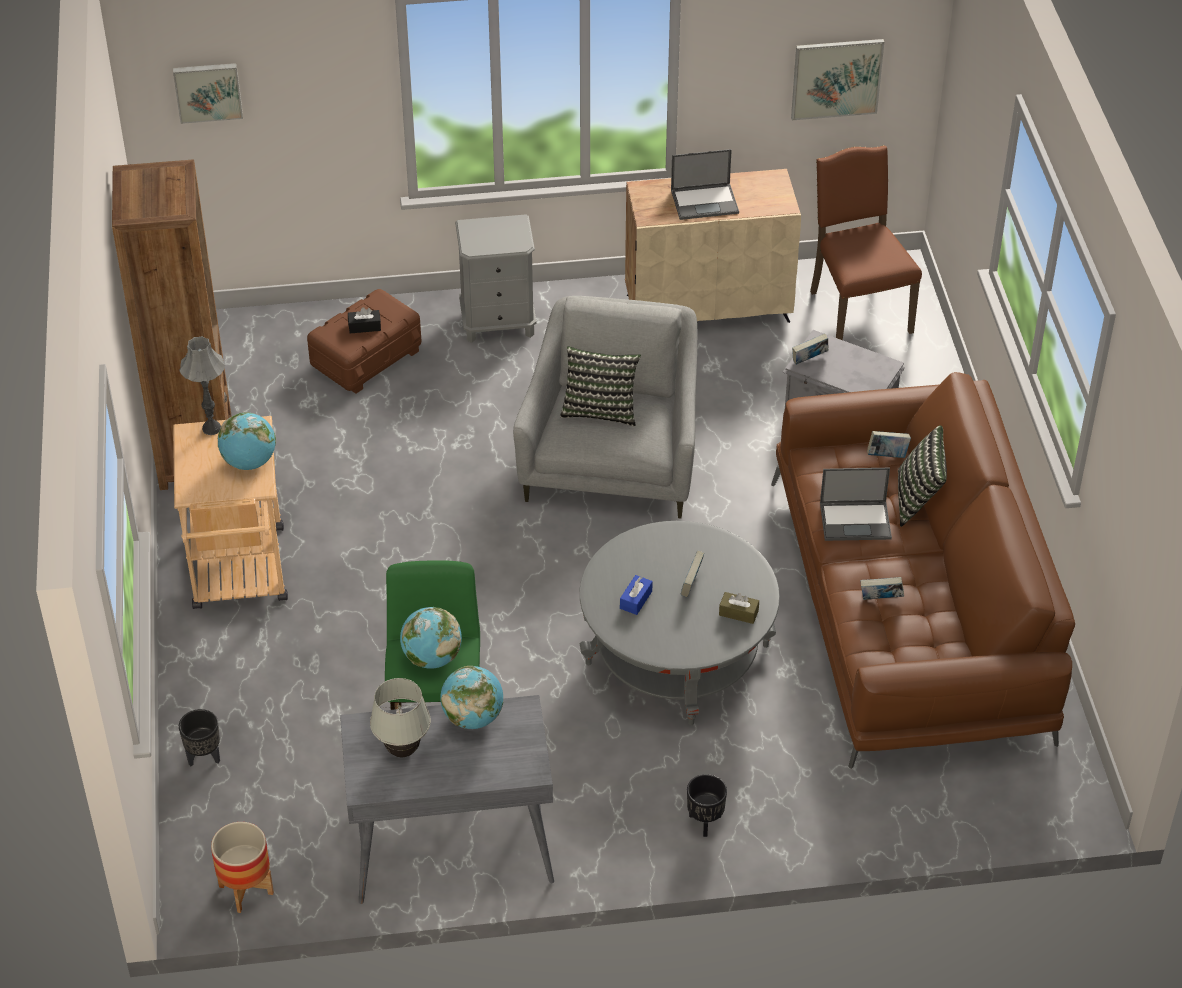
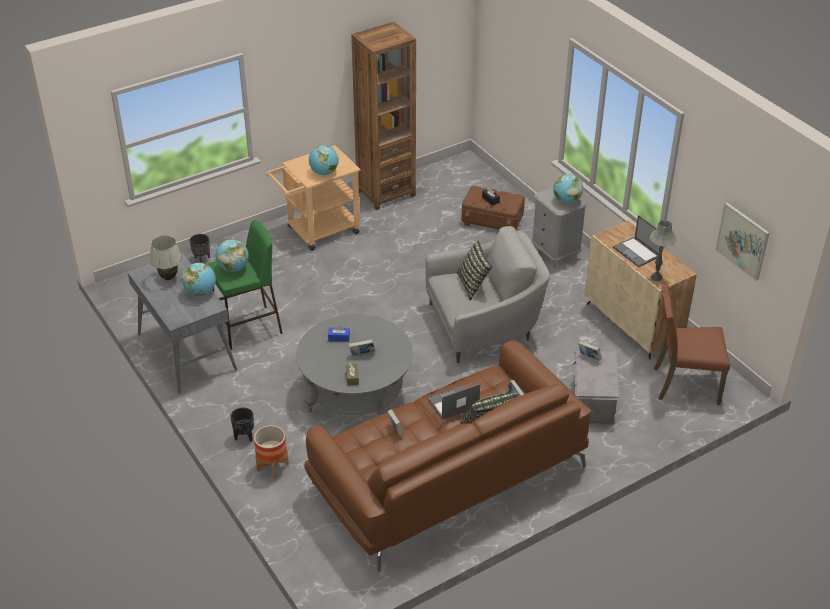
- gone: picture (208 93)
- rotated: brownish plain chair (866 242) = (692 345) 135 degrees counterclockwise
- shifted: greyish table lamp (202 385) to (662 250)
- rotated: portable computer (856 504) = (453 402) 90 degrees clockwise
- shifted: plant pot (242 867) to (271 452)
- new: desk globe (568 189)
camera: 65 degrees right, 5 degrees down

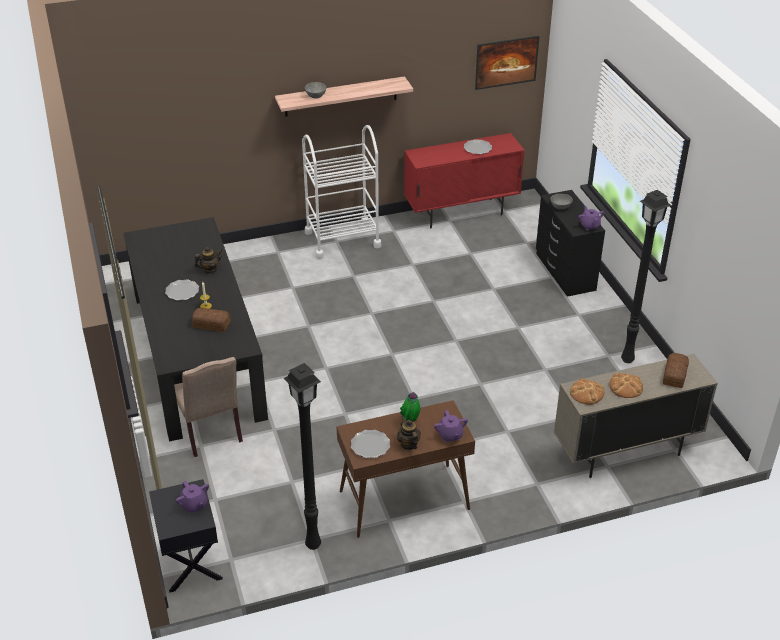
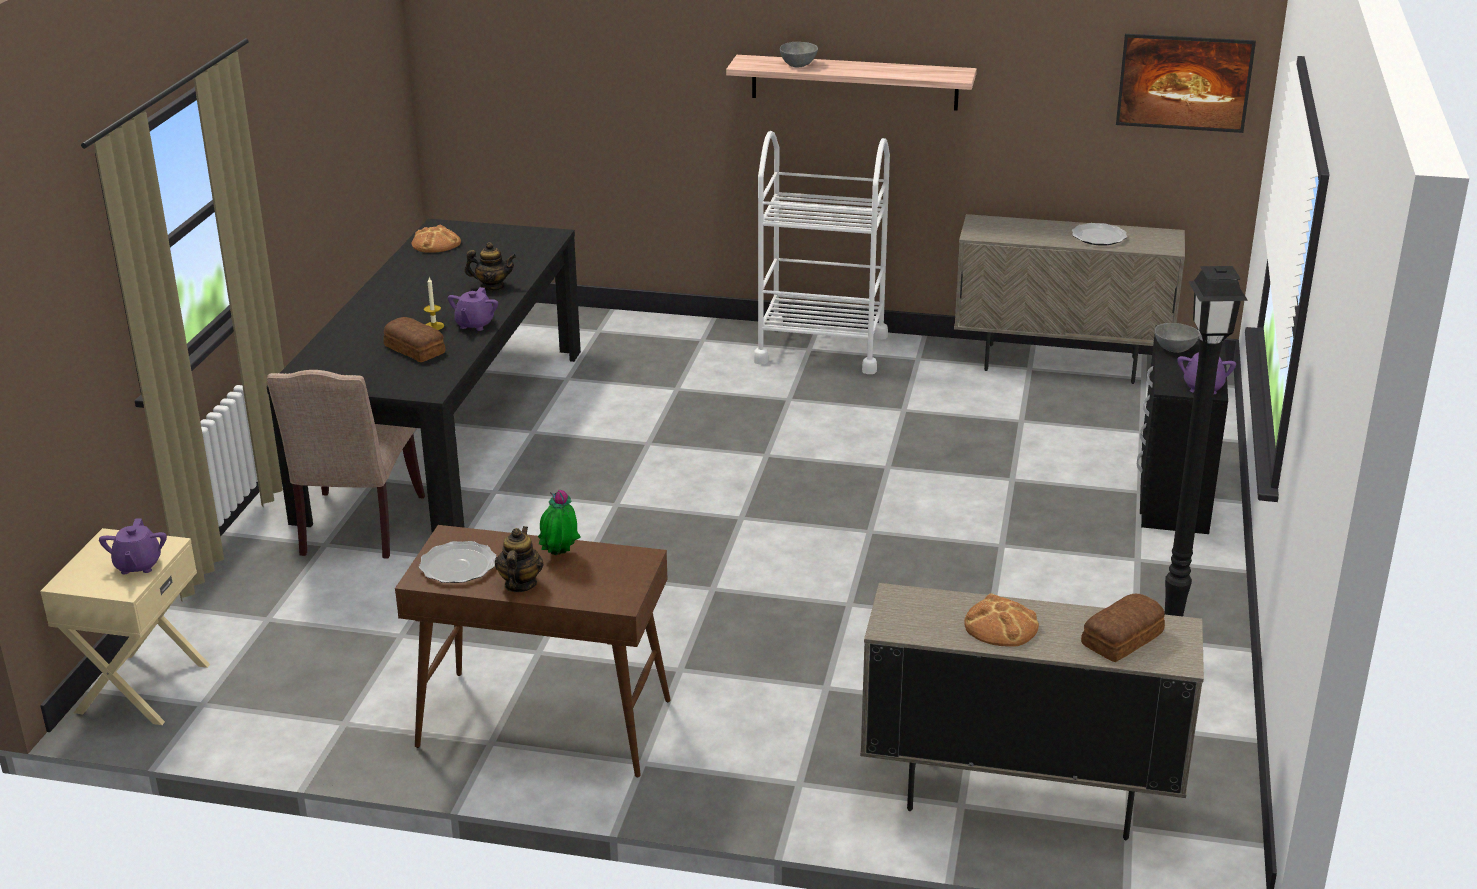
- repainted: red-coloured storage cabinet (464 180) to beige-coloured storage cabinet (1069 299)
- gone: flat dish (182 290)
- gone: black-coloured standing lamp (302 456)
- shifted: bread (587 391) to (436 239)
- shifted: purple-coloured tea pot (451 426) to (473 309)
- repainted: black-coloured nightstand (186 536) to beige-coloured nightstand (125 626)
camera: 30 degrees right, 10 degrees down

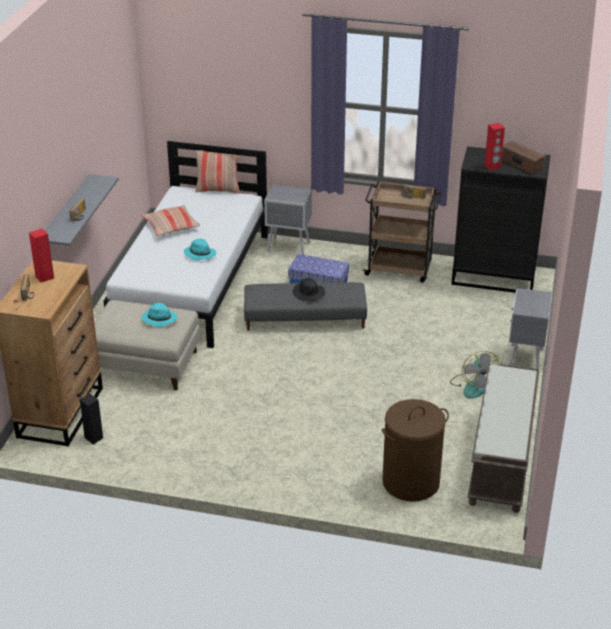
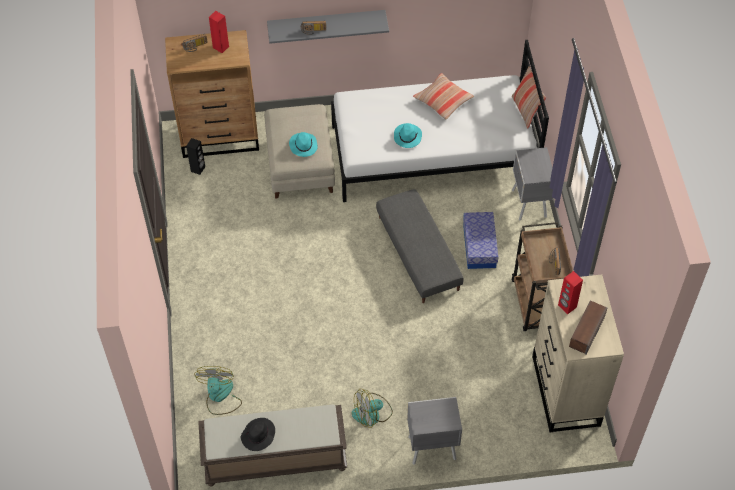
- repainted: black-coloured drawer chest (500 219) to beige-coloured drawer chest (578 353)
- shifted: black-coloured wearable hat (309 289) to (258 434)
- swapped: brownish hamper (415 450) to electric fan (218 390)
camera: 70 degrees right, 20 degrees up

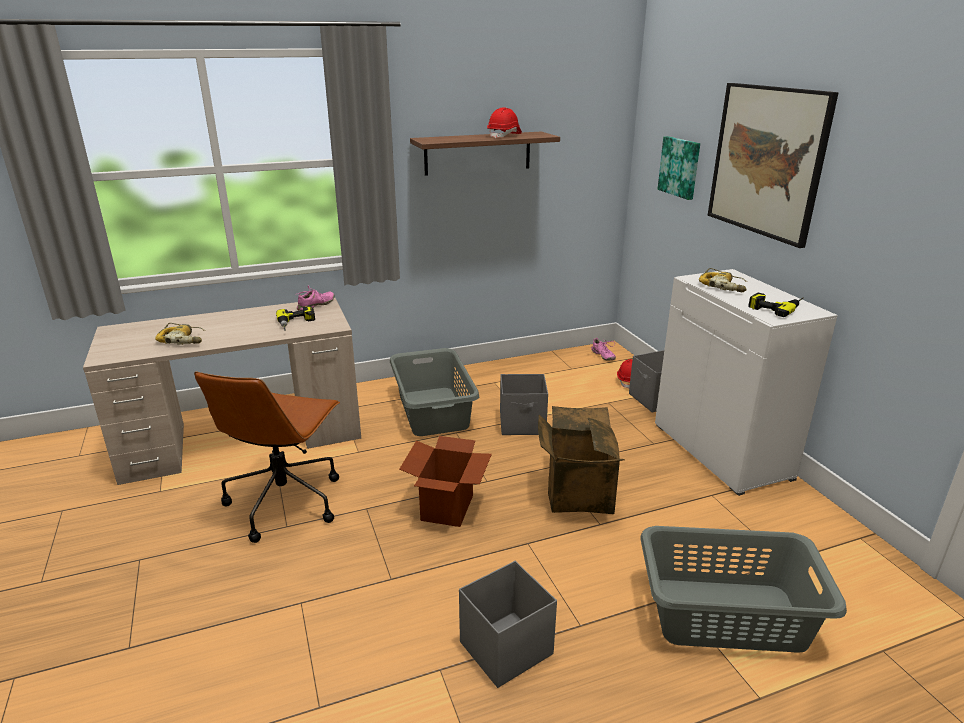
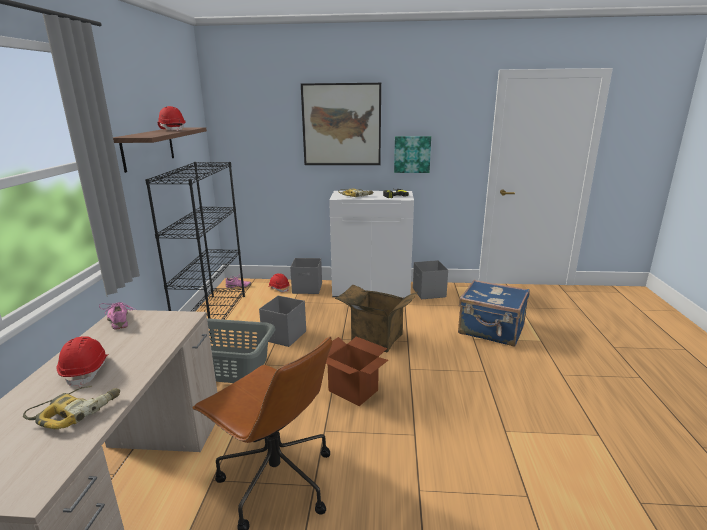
- shifted: picture (679 168) to (412 154)
- gone: drill (295 318)
- swapped: greyish hamper (743 589) to blue suitcase (494 313)
- shifted: greyish storage container (508 624) to (430 279)
- new: black-coloured bookcase (195 252)
- new: red-coloured hard hat (82 361)
camera: 65 degrees left, 5 degrees down

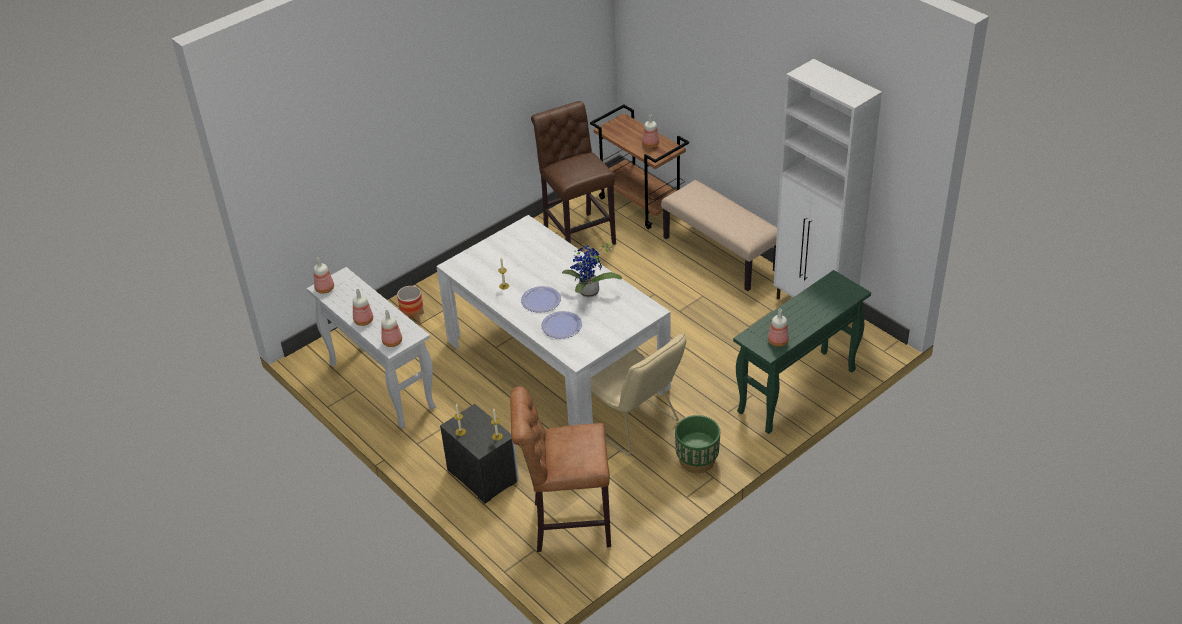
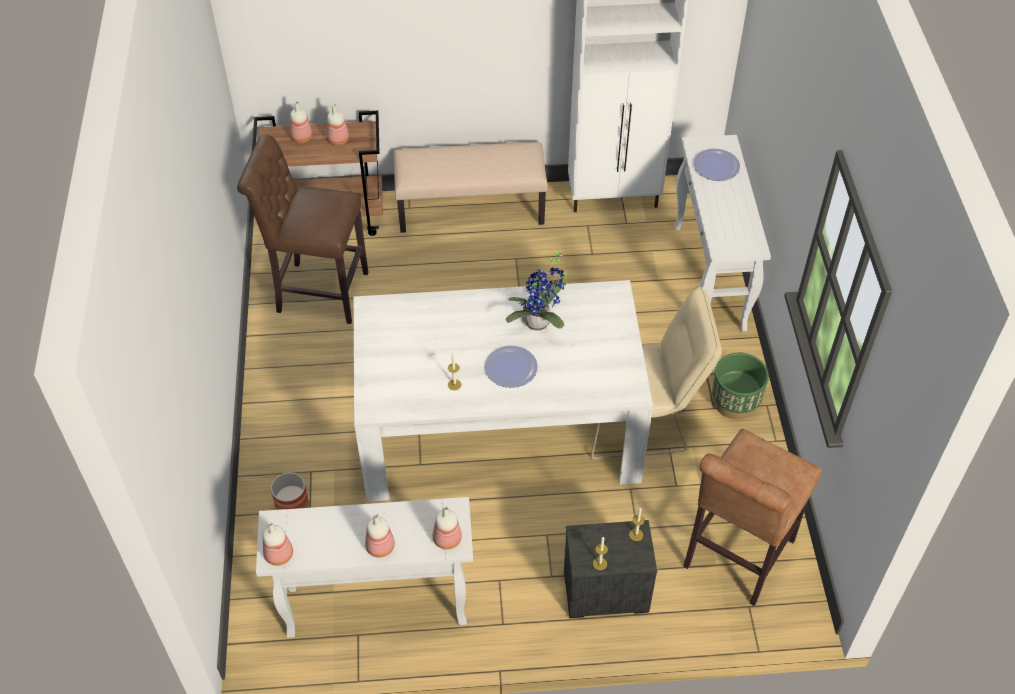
- repainted: green-coloured console table (802 352) to white-coloured console table (722 233)
- shifted: bottle (778 328) to (301 122)
- shifted: flat dish (562 325) to (717 165)
camera: 55 degrees left, 10 degrees up

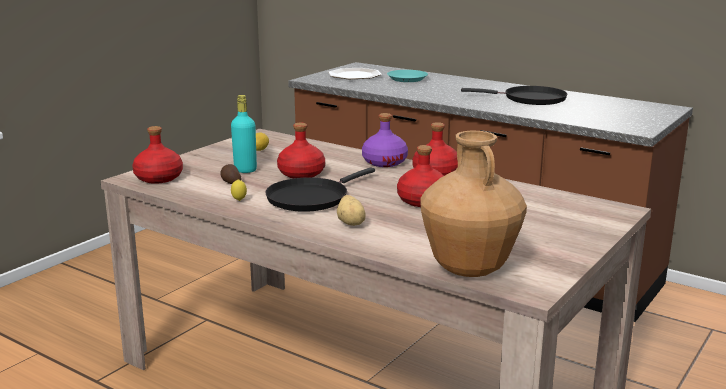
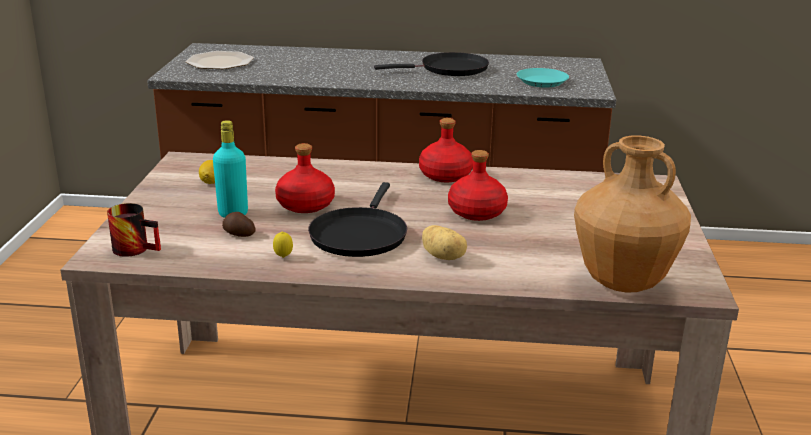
- shifted: turquoise flat dish (407 76) to (543 77)
- gone: purple-coloured bottle (385 140)
- swapped: red-coloured bottle (157 155) to coffee mug (134 230)
camera: 30 degrees left, 5 degrees up

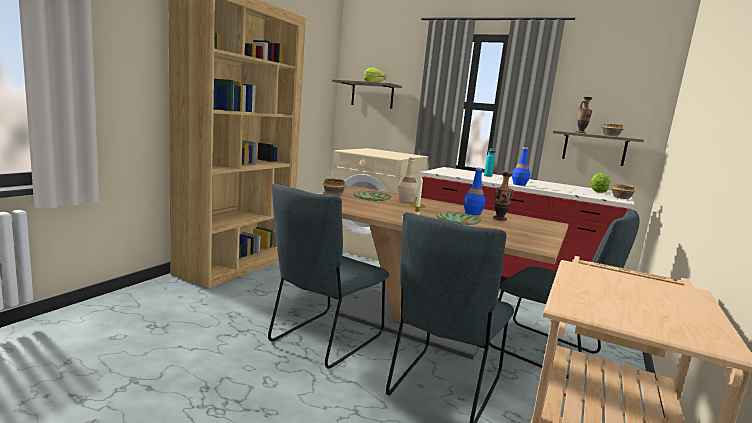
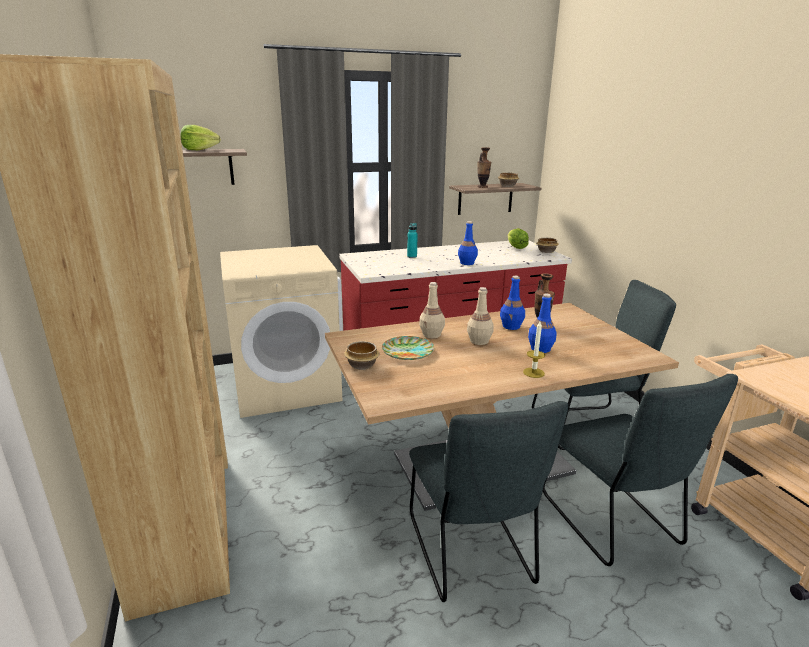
- swapped: flat dish (459 218) to blue bottle (542 323)
- new: beige-coloured bottle (480 316)
camera: 45 degrees left, 10 degrees up

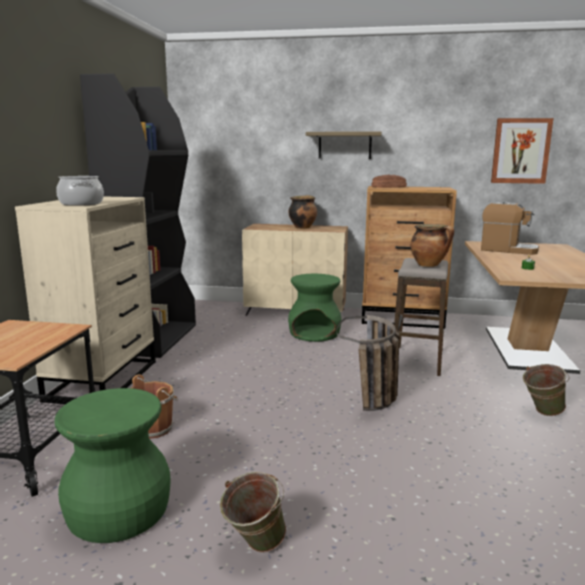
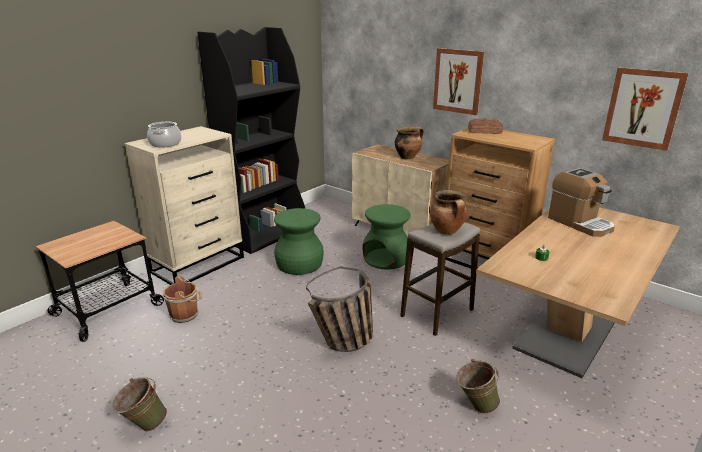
- swapped: bracket shelf (344 145) to picture (458 81)
- shifted: green-coloured sitting stool (113 465) to (299 241)
camera: 30 degrees right, 10 degrees up

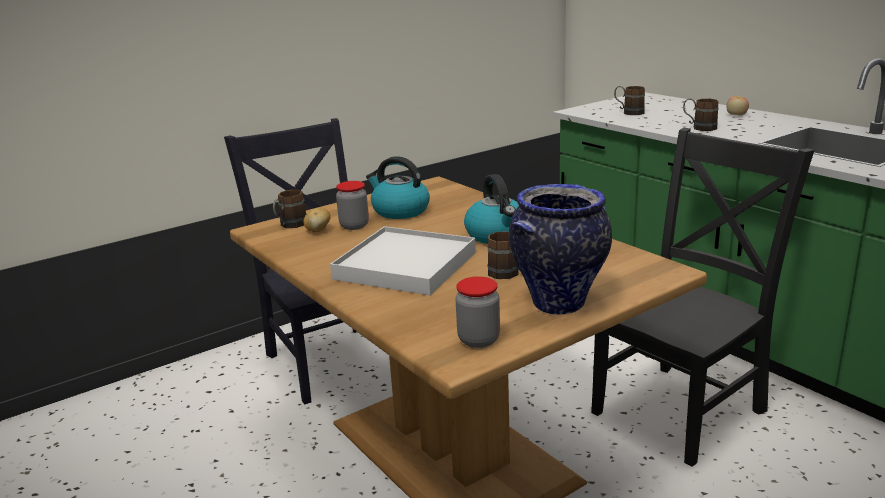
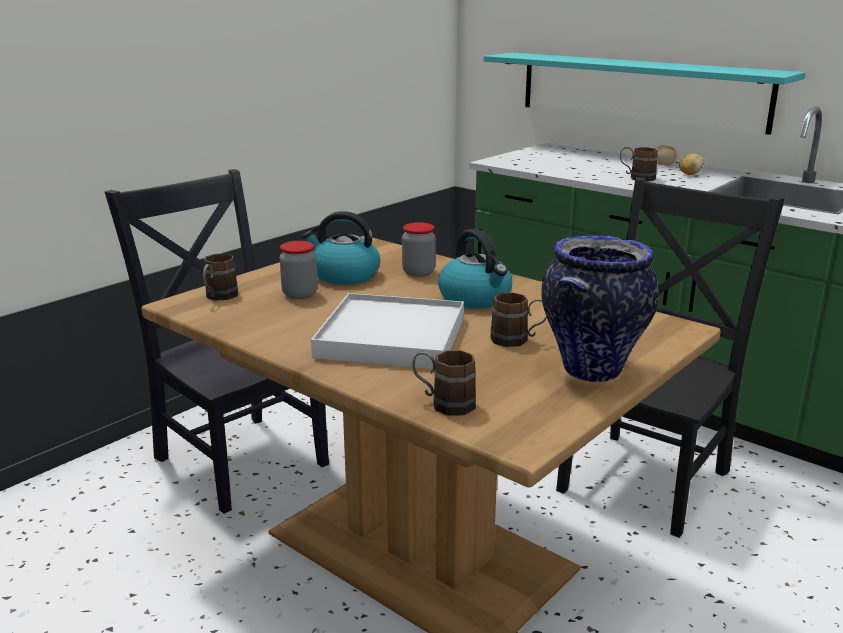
- shifted: brownish coffee mug (629 100) to (444 383)
- shifted: spud (317 219) to (691 164)
- shifted: jar (477 312) to (419 249)
- new: turquoise bracket shelf (645 94)
camera: 15 degrees left, 0 degrees up

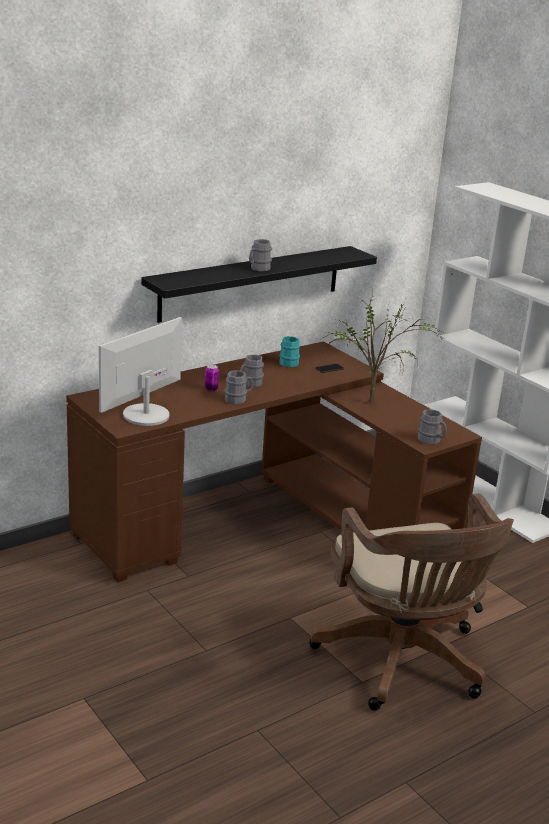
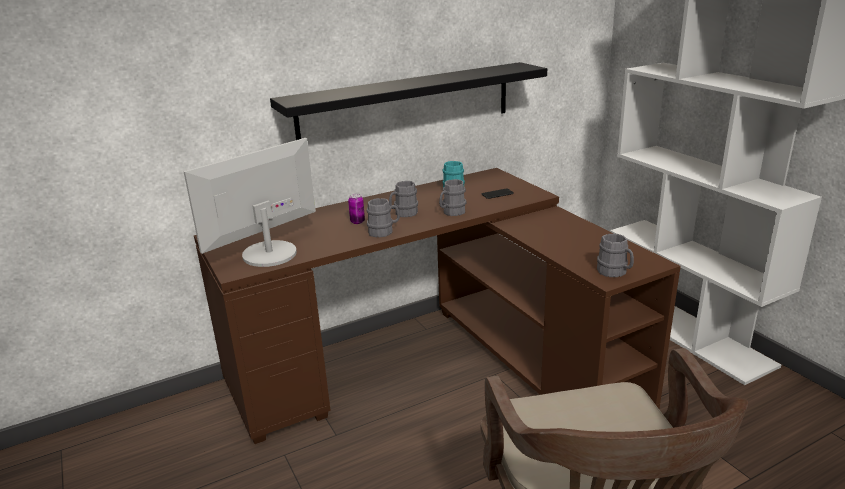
- shifted: greyish coffee mug (260 255) to (453 197)
- gone: houseplant (384 347)
camera: 10 degrees right, 0 degrees up

